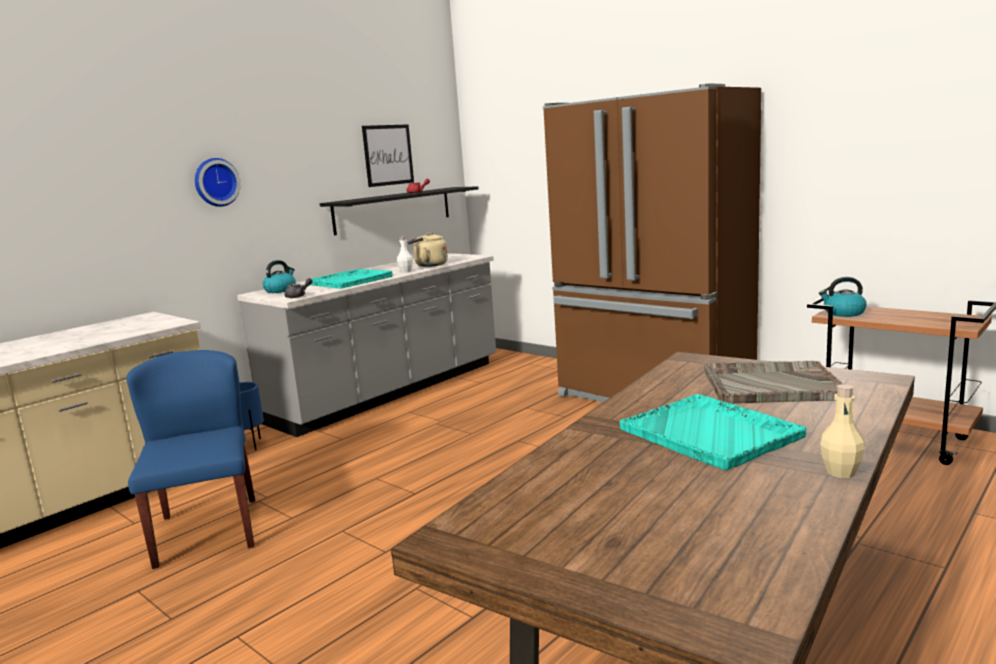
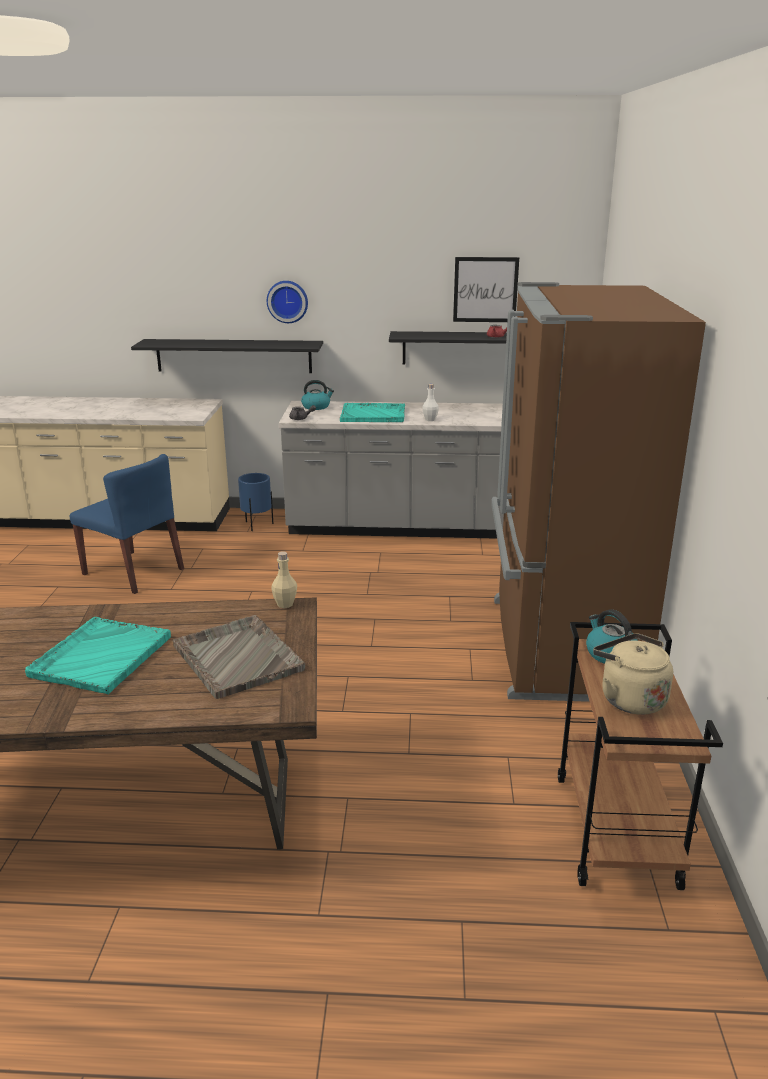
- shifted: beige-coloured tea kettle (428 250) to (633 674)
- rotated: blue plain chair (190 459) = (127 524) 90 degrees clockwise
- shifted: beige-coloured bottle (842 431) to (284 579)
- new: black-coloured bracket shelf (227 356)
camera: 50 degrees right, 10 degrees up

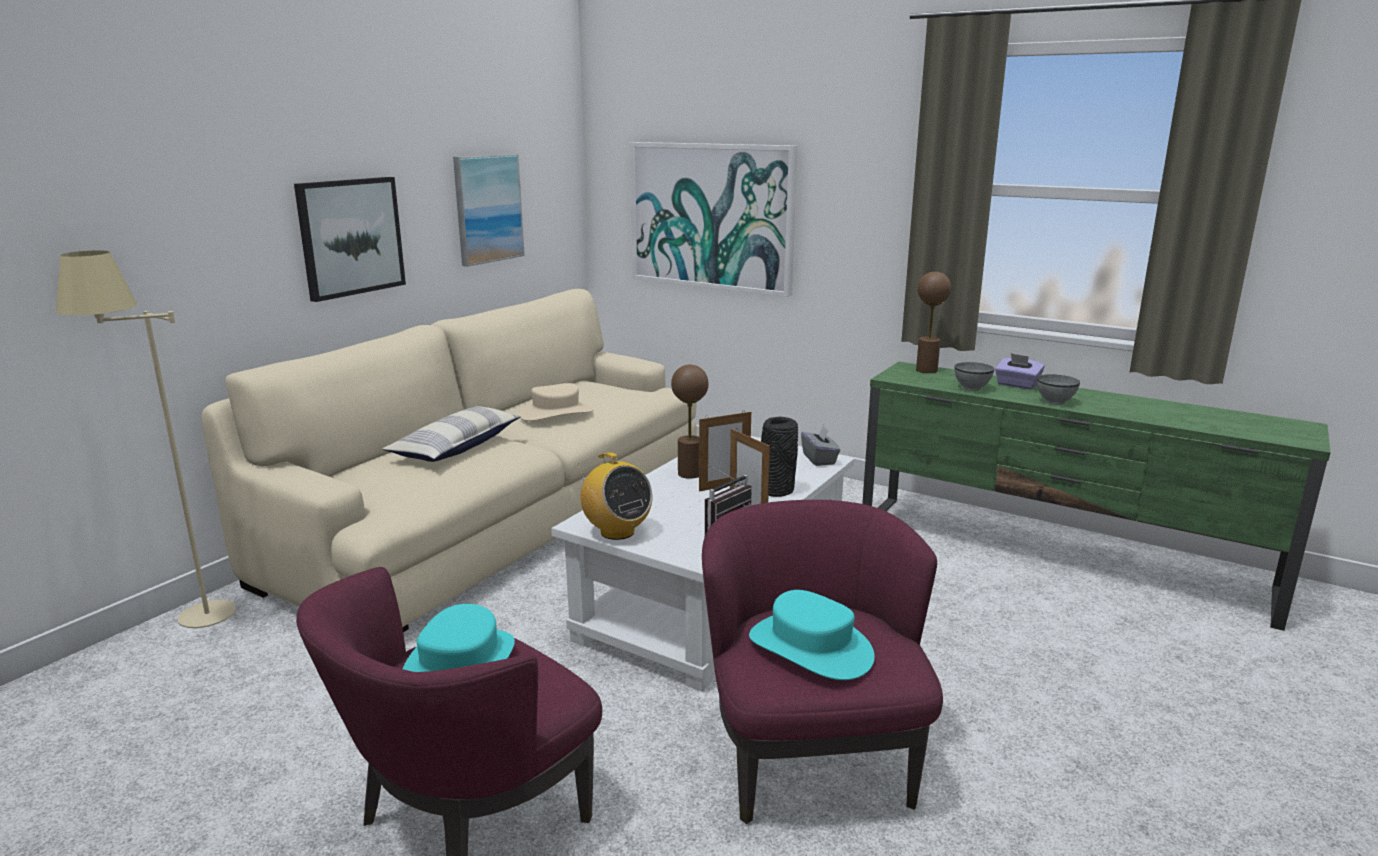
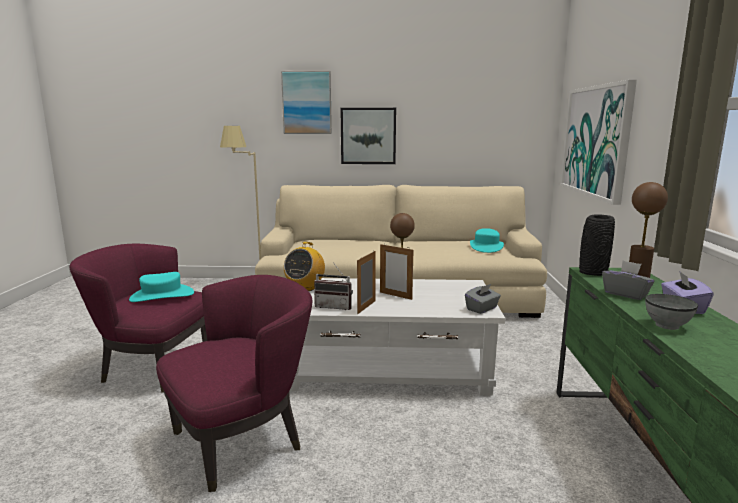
- shifted: picture (489 210) to (306 102)
- swapped: greyish serving bowl (974 376) to greyish tissue box (628 280)
- gone: beige-coloured wearable hat (555 402)
- gone: cushion (452 434)
- shifted: black-coloured decorative vase (779 457) to (597 245)
- shifted: turquoise wearable hat (812 635) to (487 240)
camera: 60 degrees right, 5 degrees down

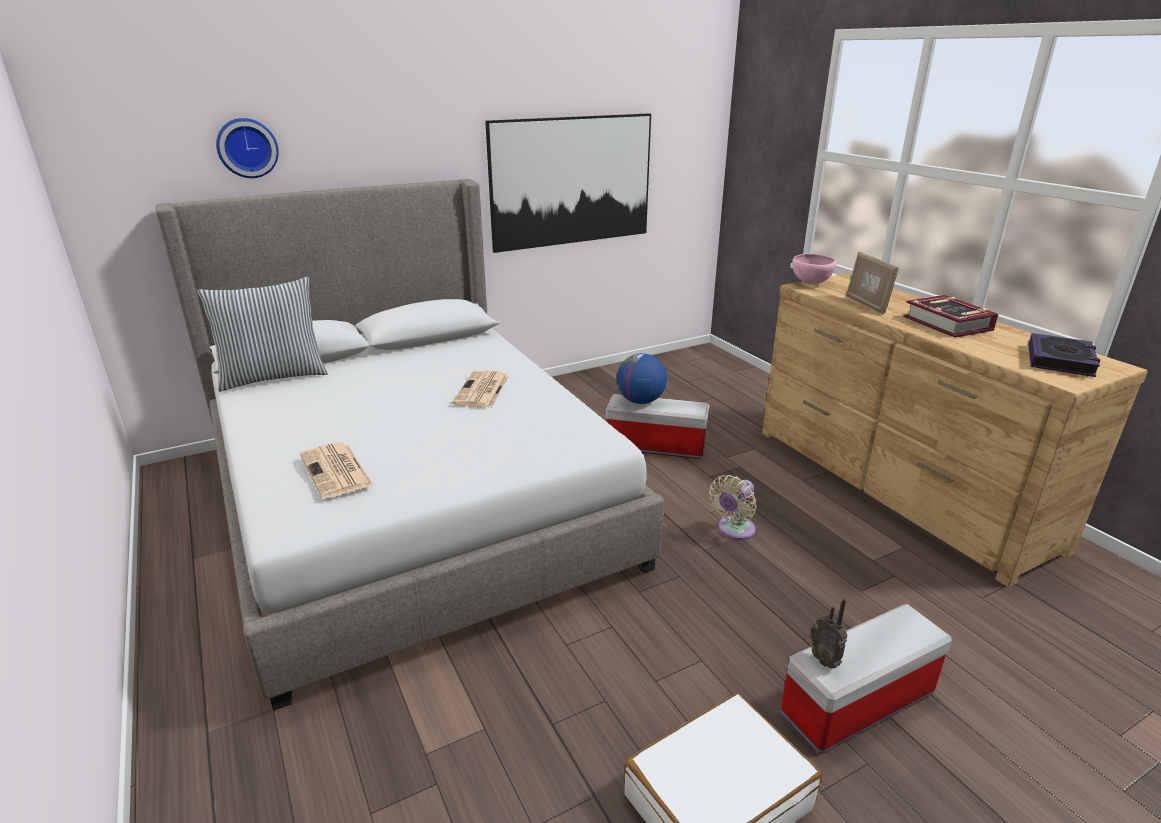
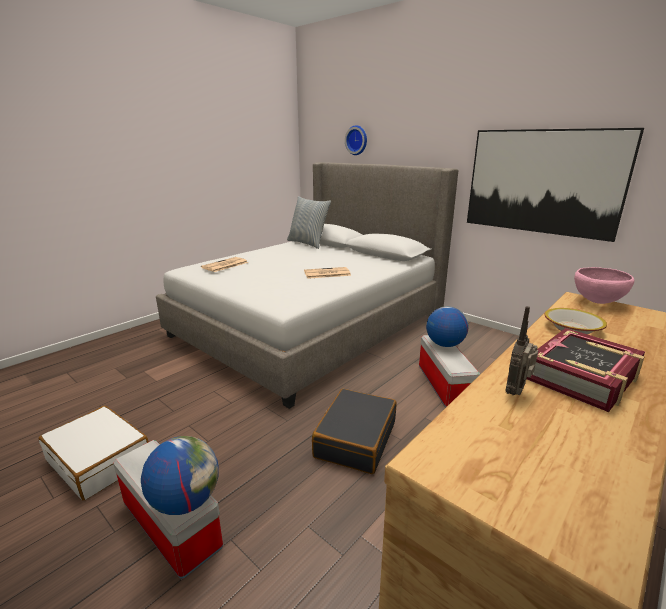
- swapped: photo frame (872 282) to serving bowl (575 321)
- gone: book (1064 355)
- swapped: beige-coloured electric fan (733 507) to black-coloured suitcase (354 431)
- shifted: radio set (828 633) to (522 351)
- new: desk globe (180 475)
camera: 70 degrees right, 5 degrees down

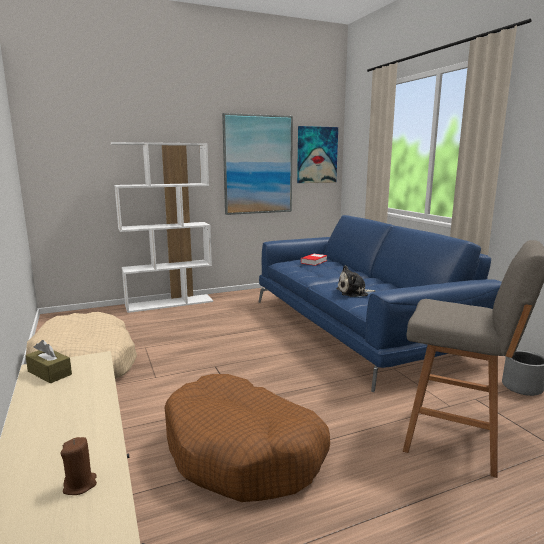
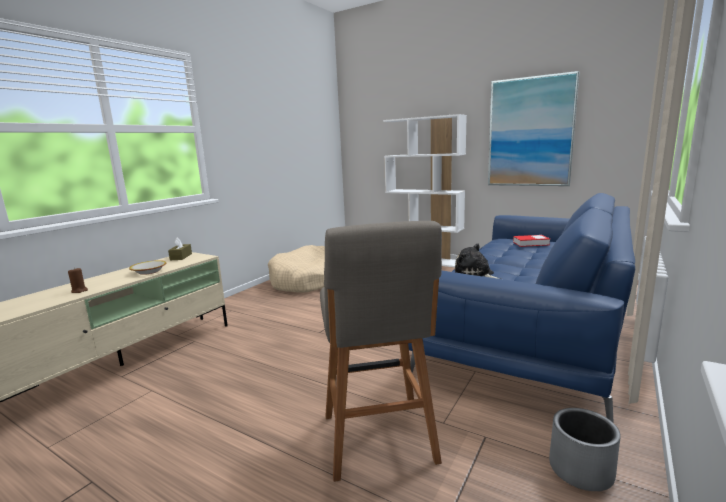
- gone: picture (317 154)
- gone: brownish pet bed (247 438)
- new: serving bowl (148 267)
camera: 55 degrees right, 0 degrees up

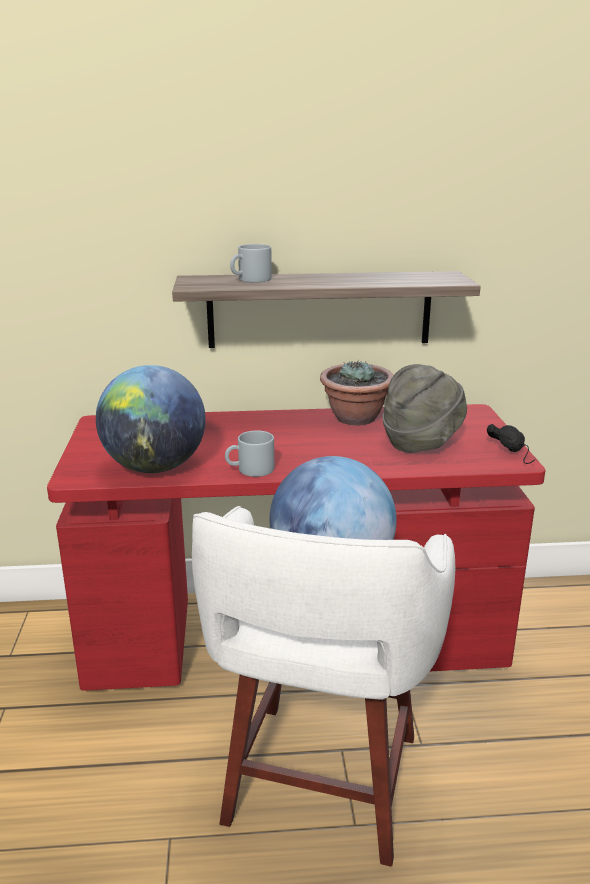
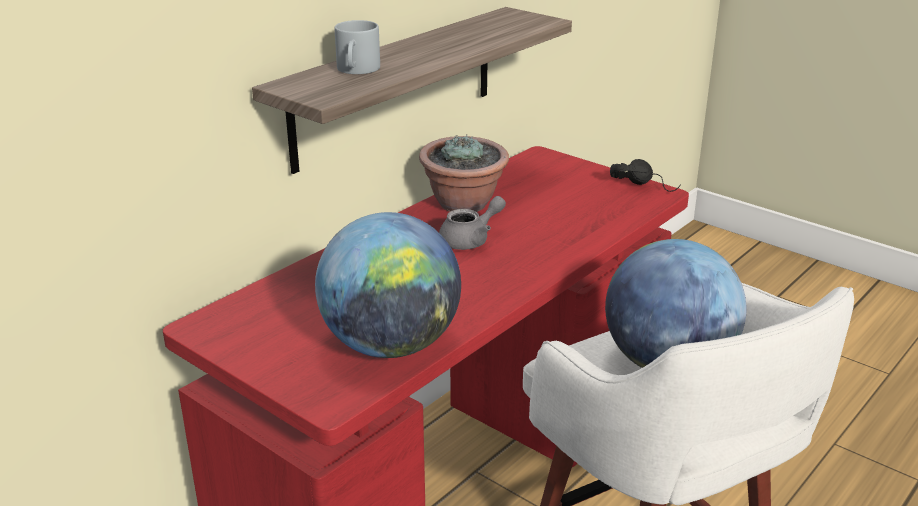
- gone: greyish wearable hat (424 408)
- gone: greyish coffee mug (249 453)
- new: greyish tea pot (472 223)
camera: 45 degrees left, 5 degrees up

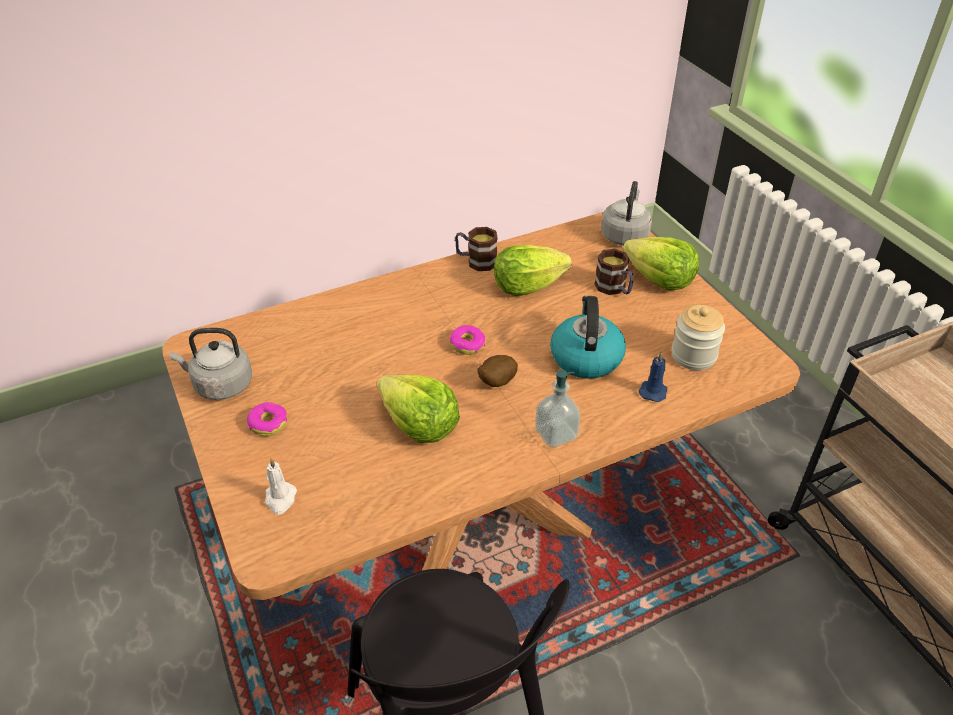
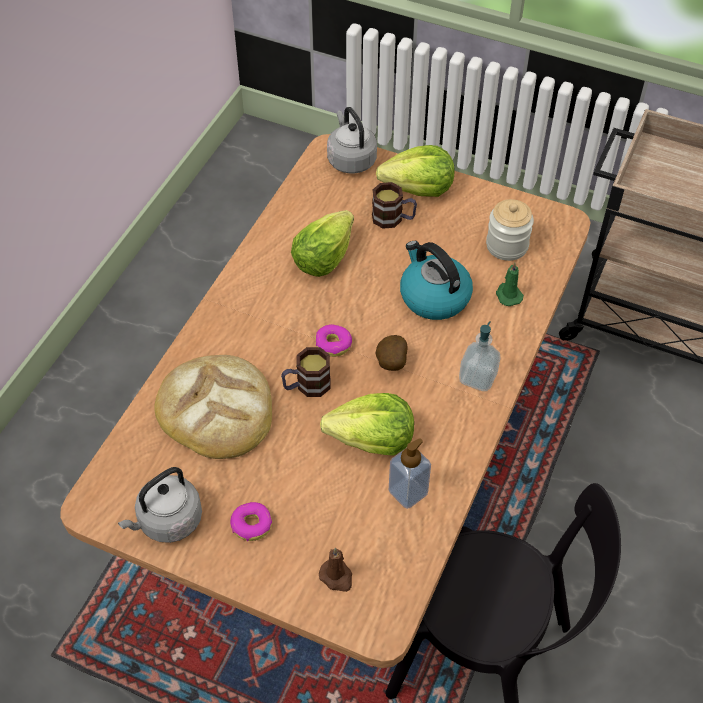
- shifted: coffee mug (476 249) to (306 372)
- repainted: blue wax light (653 377) to green-coloured wax light (510 284)
- repainted: white-coloured wax light (281 486) to brownish wax light (335 570)
- new: bread (213 407)
- new: soap dispenser (410 473)
camera: 40 degrees left, 10 degrees up

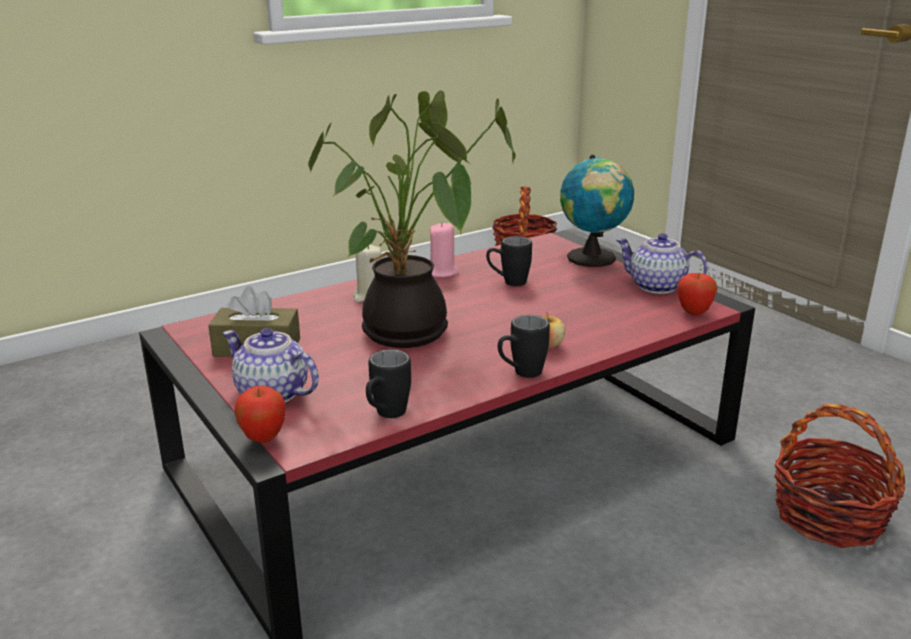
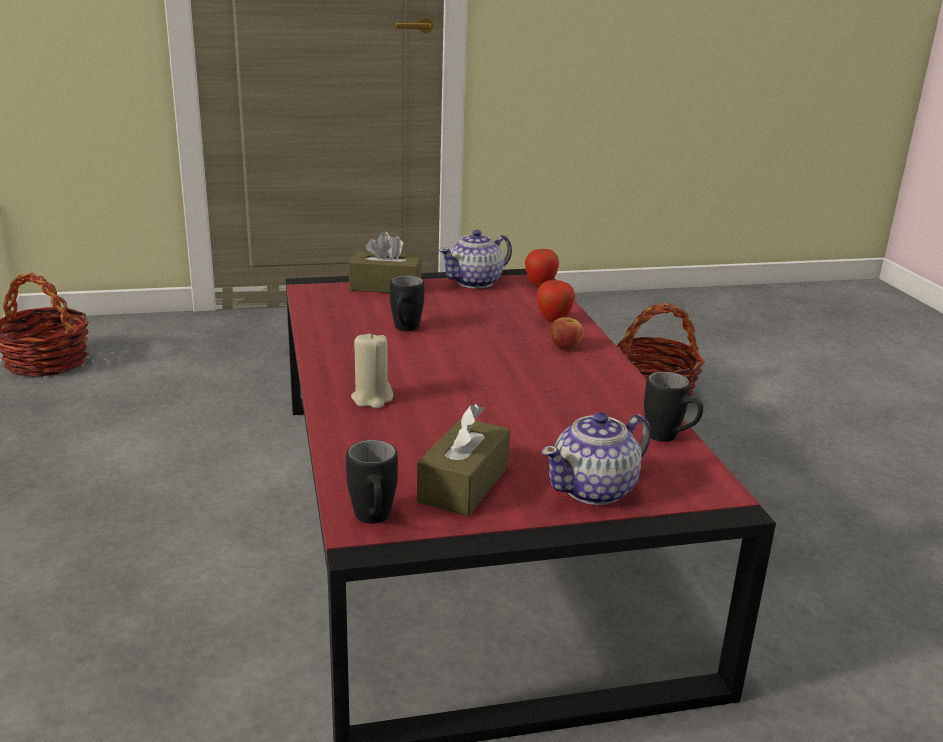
- gone: houseplant (412 219)
- swapped: desk globe (597 211) to brownish tissue box (385 262)
- gone: pink wax light (444 249)
- shifted: black-coloured coffee mug (524 346) to (372 482)
- shifted: whole apple (259 414) to (555 301)
camera: 70 degrees left, 0 degrees up

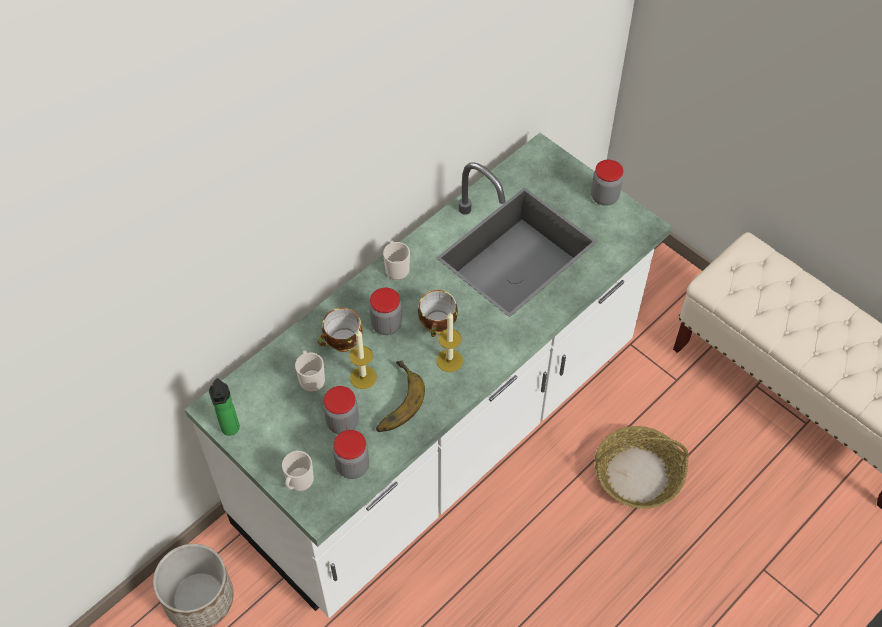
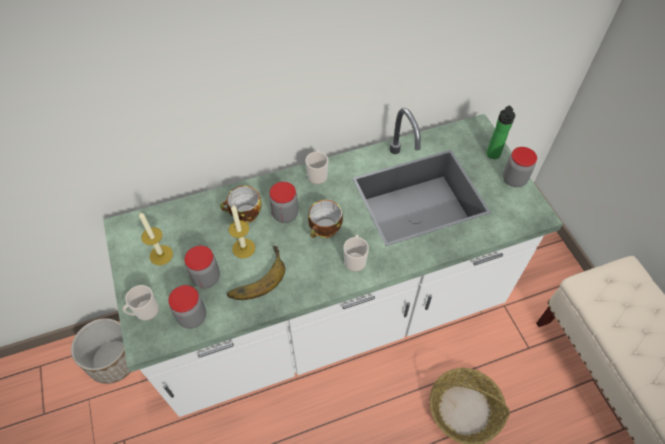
- shifted: wax light (450 342) to (156 238)
- shifted: coffee mug (310 371) to (356 253)
- shifted: bottle (224 407) to (500 132)
camera: 25 degrees right, 0 degrees up

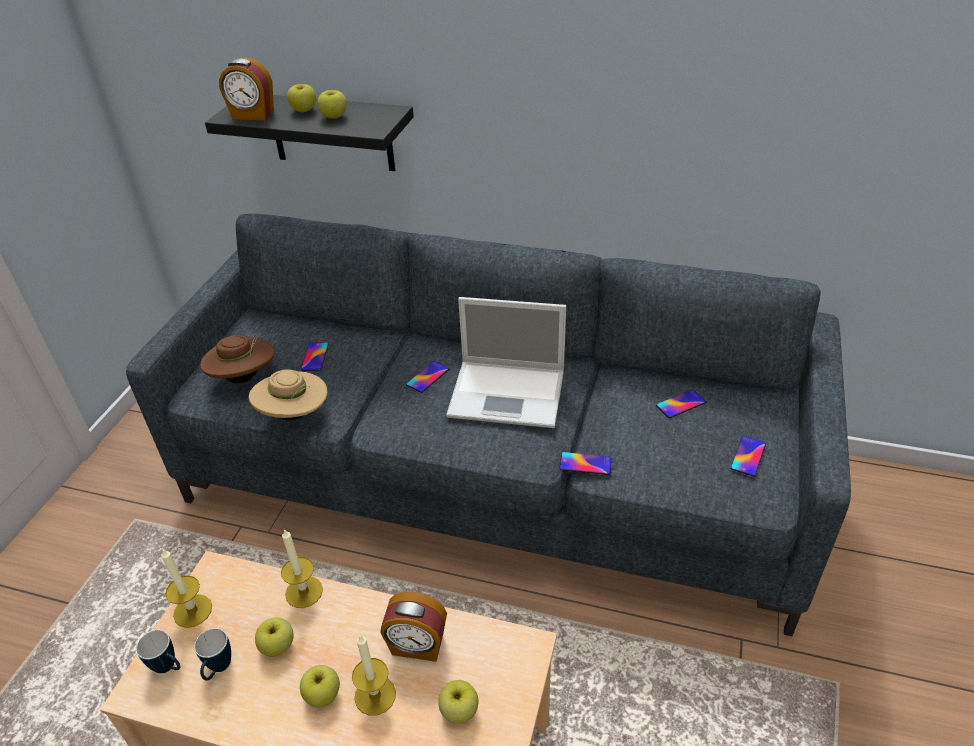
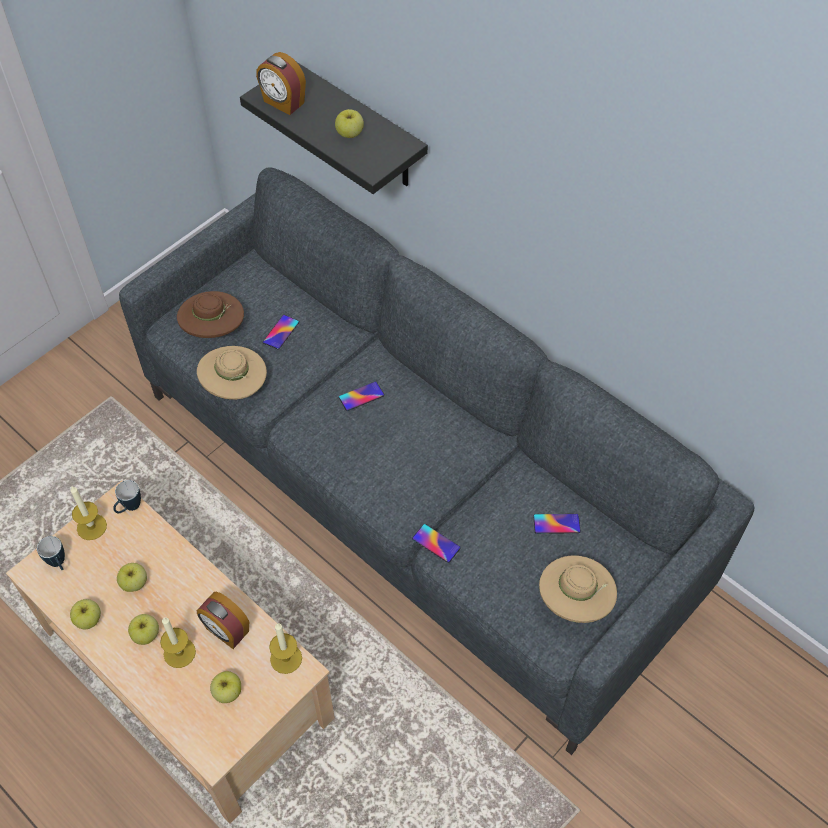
- shifted: whole apple (301 98) to (85 614)
- gone: portable computer (506 362)
- swapped: handset (748 456) to beige-coloured wearable hat (578 589)
- shifted: wax light (302 568) to (285 648)
- shifted: coffee mug (212 654) to (127 496)
camera: 25 degrees right, 15 degrees up

